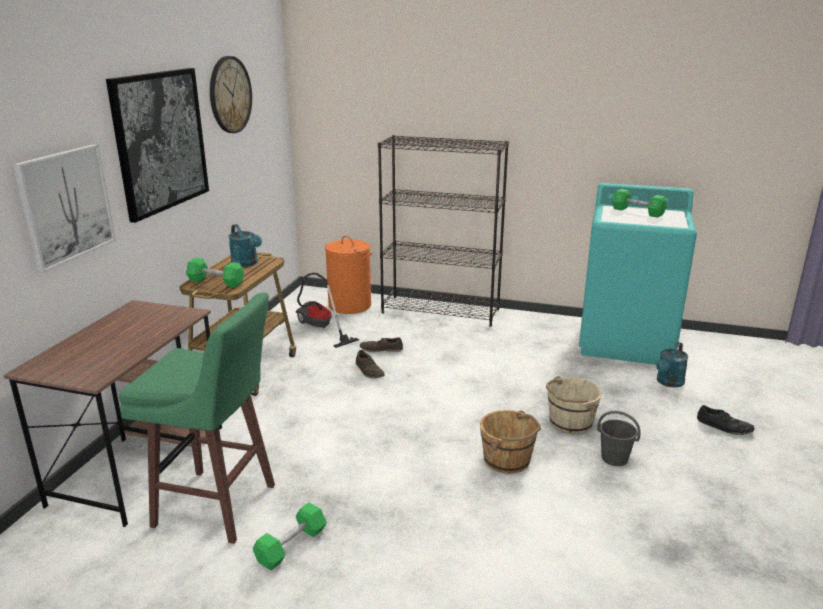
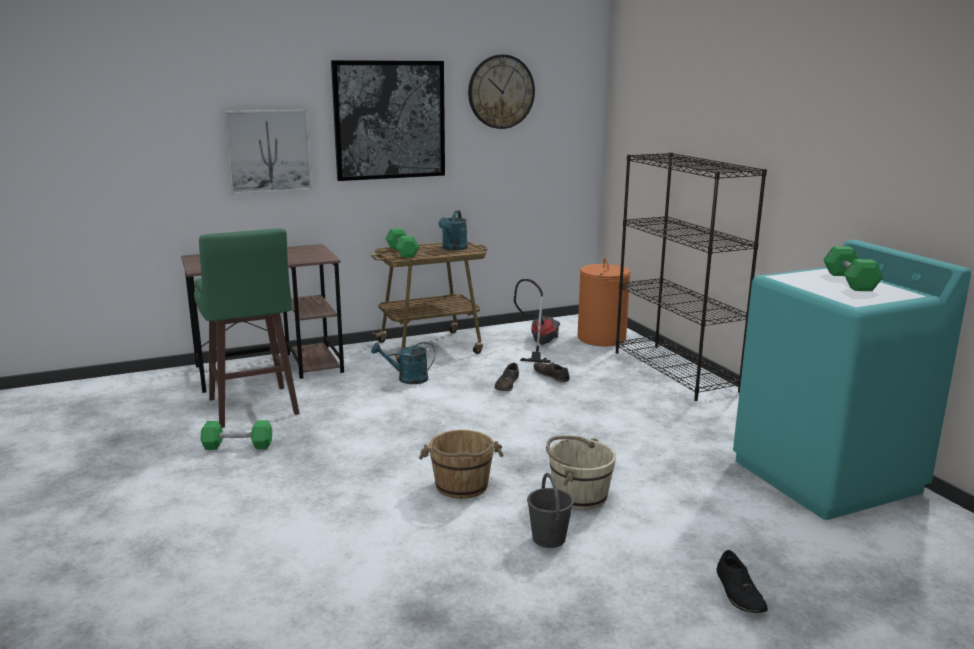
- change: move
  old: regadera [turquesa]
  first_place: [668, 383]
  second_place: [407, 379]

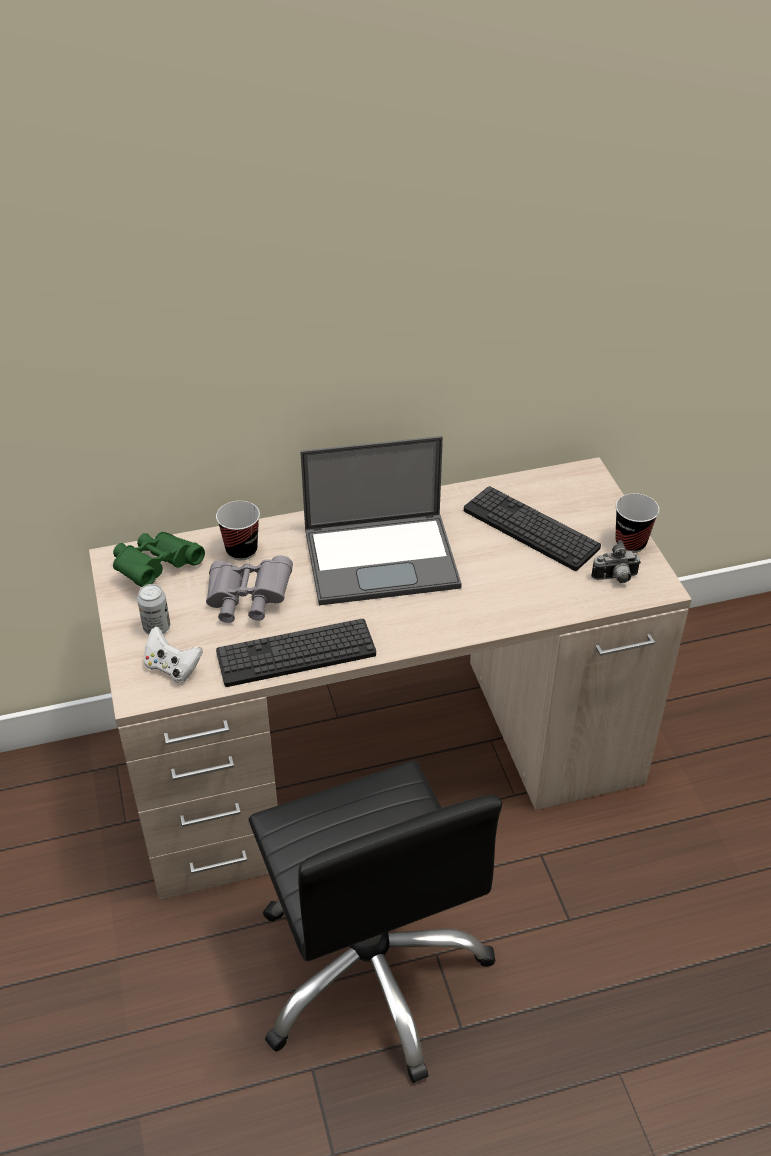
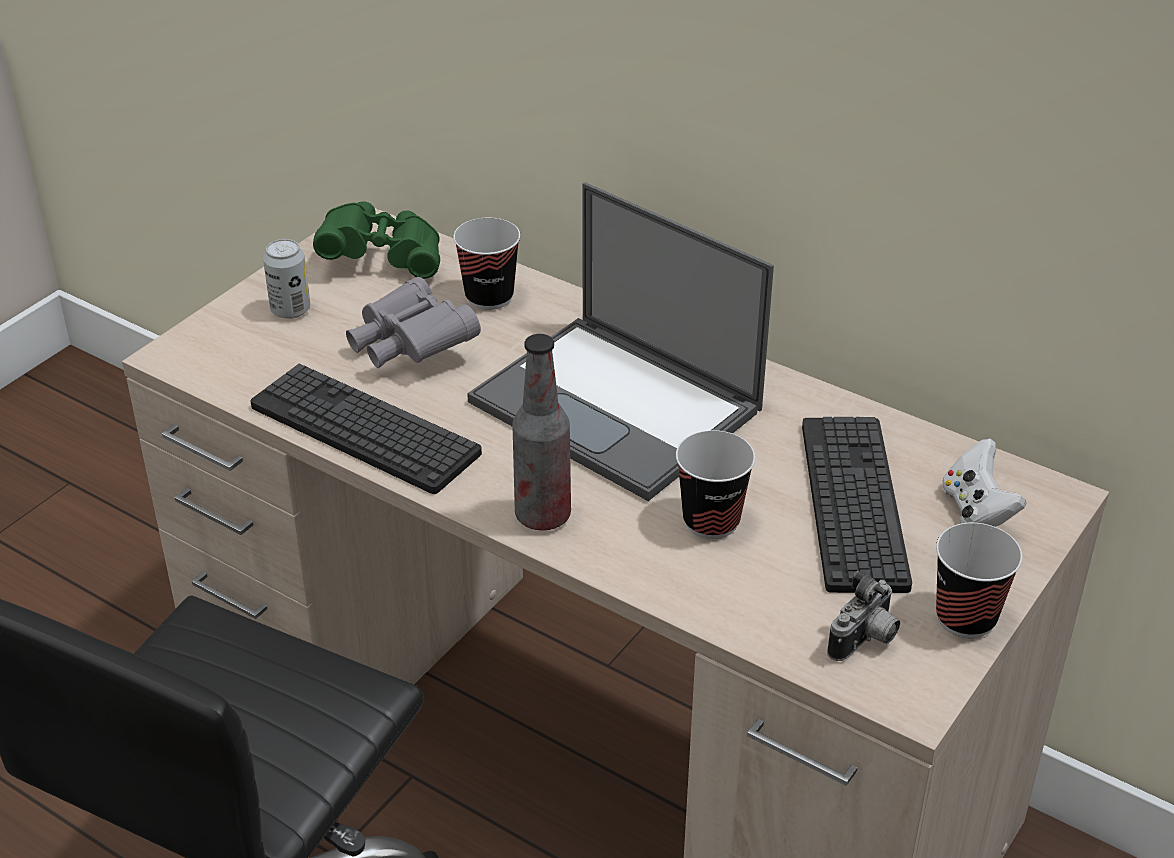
- change: insert
  new: botella
  second_place: [543, 516]
- change: insert
  new: taza
  second_place: [711, 521]
- change: move
  old: mando de consola [blanco]
  first_place: [172, 668]
  second_place: [976, 511]
- change: rotate
  old: cámara
  first_place: [615, 578]
  second_place: [865, 641]
  degrees: -90

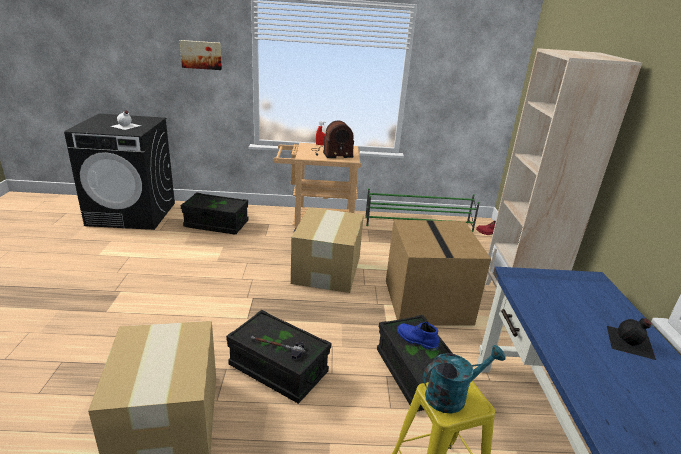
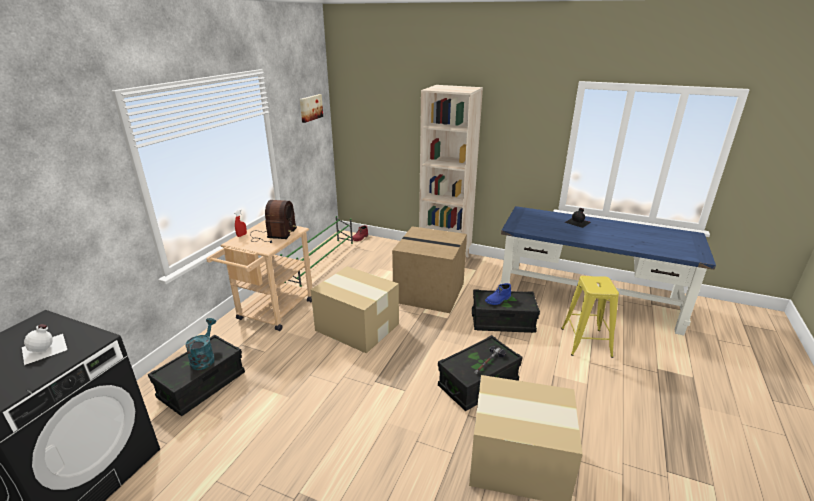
- change: move
  old: cuadro
  first_place: [201, 55]
  second_place: [310, 108]
- change: move
  old: regadera [turquesa]
  first_place: [452, 395]
  second_place: [204, 358]

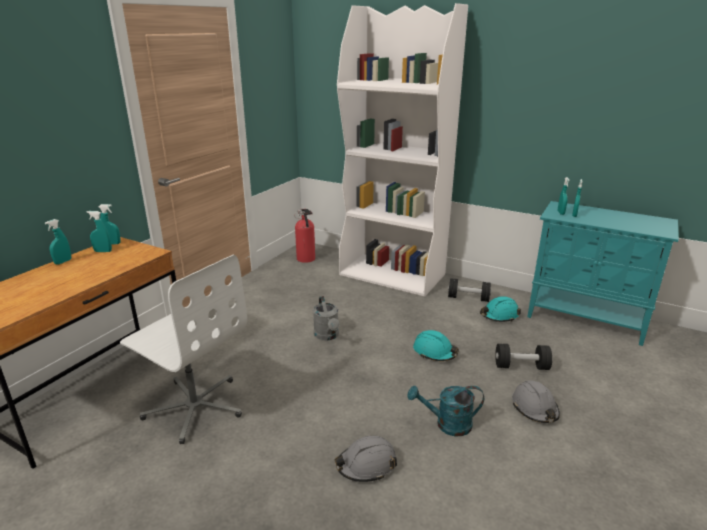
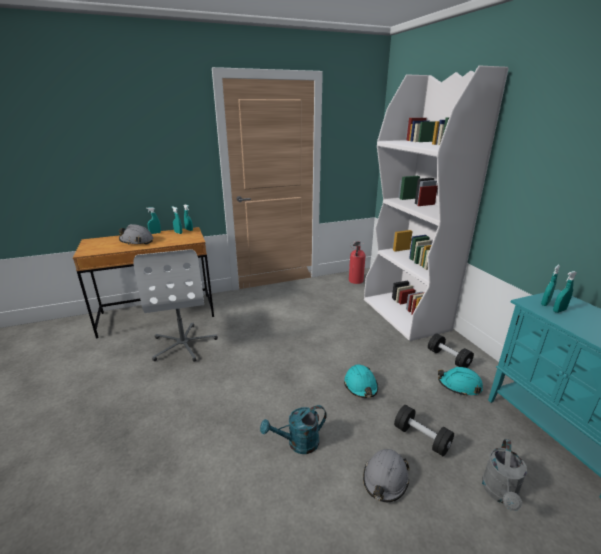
- change: move
  old: regadera [gris]
  first_place: [327, 336]
  second_place: [500, 493]
- change: move
  old: casco [gris]
  first_place: [366, 465]
  second_place: [136, 241]
- change: rotate
  old: regadera [turquesa]
  first_place: [447, 424]
  second_place: [298, 443]
  degrees: -60

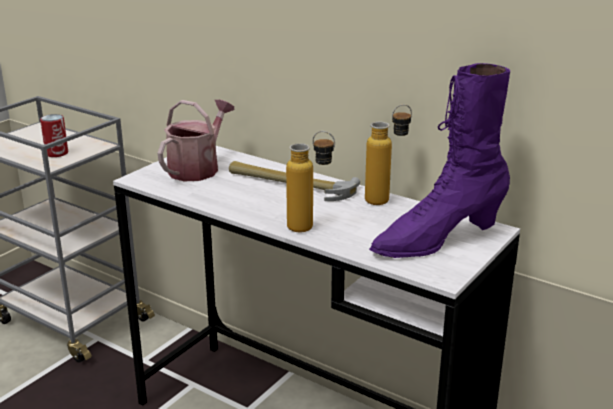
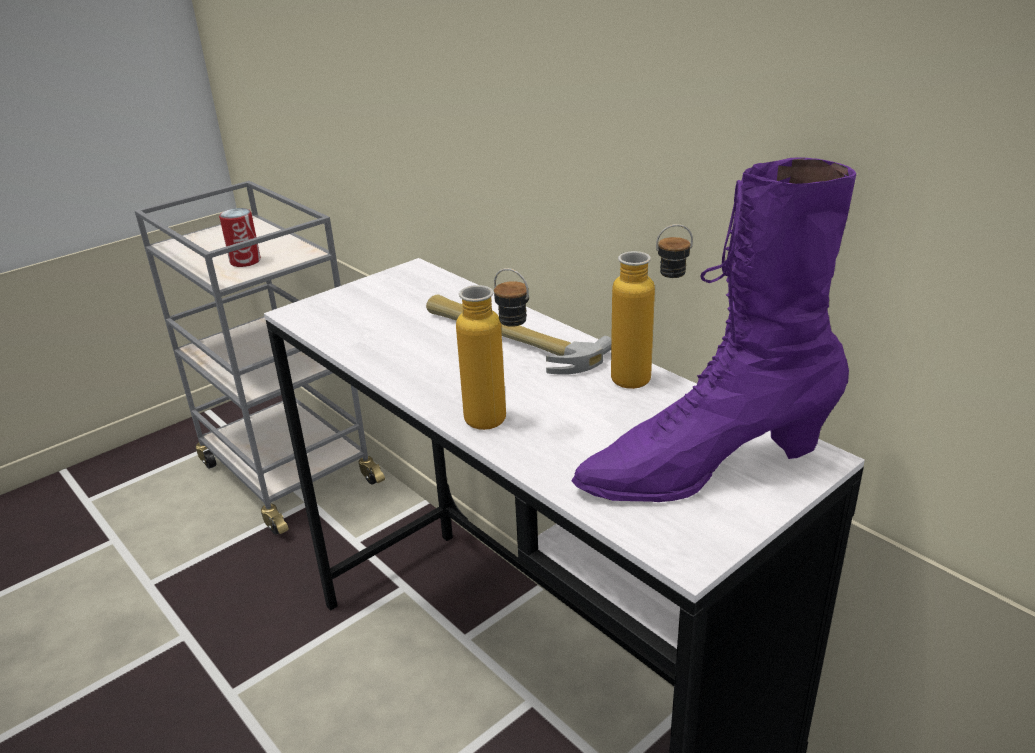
- change: delete
  old: regadera
  first_place: [197, 168]

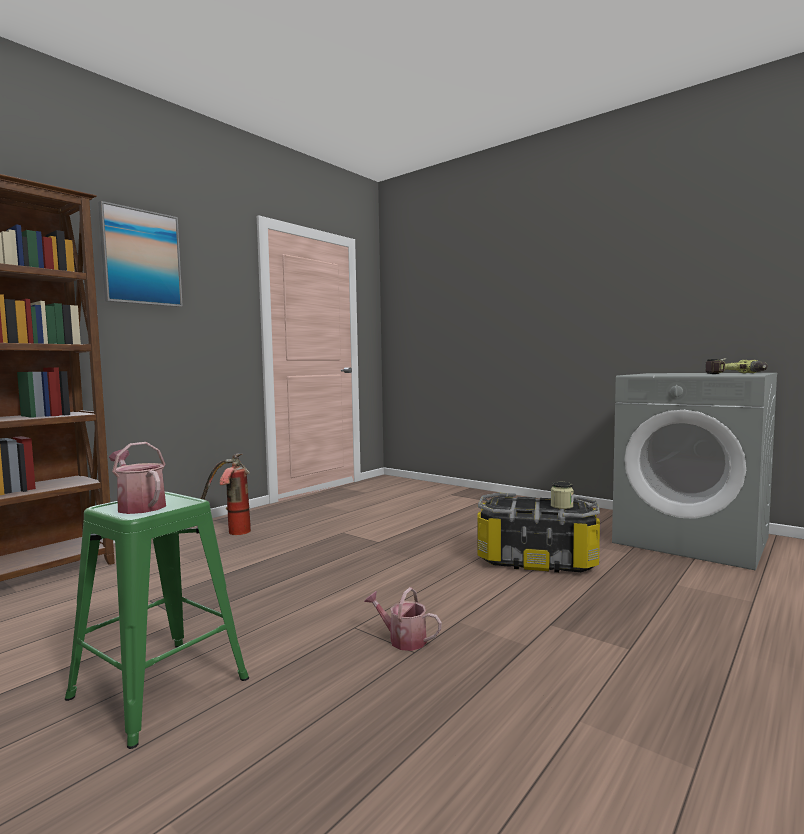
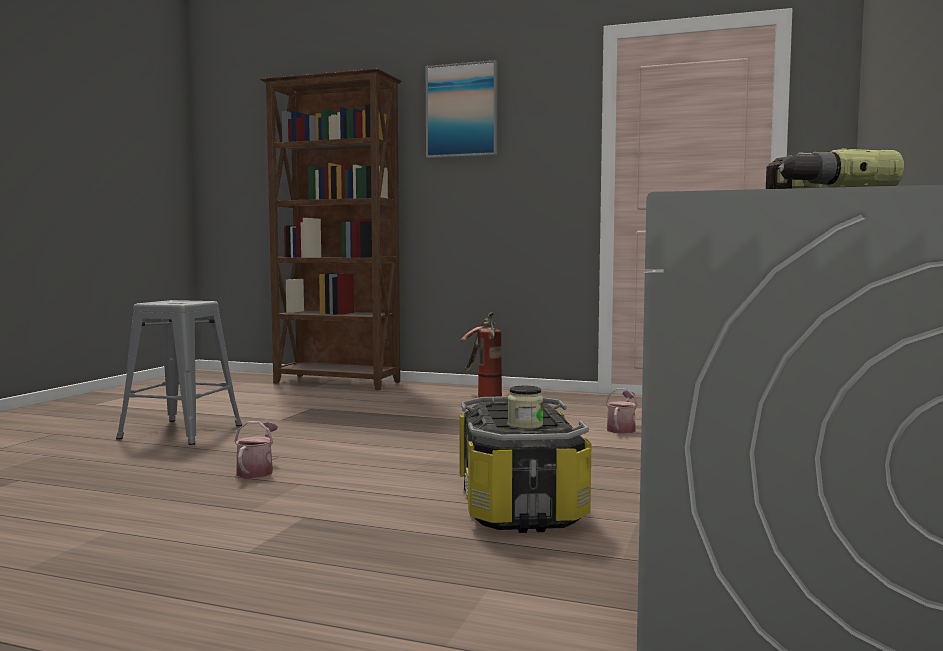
- change: move
  old: regadera
  first_place: [139, 506]
  second_place: [622, 429]
- change: recolor
  old: taburete [verde]
  new: taburete [gris]
  first_place: [160, 686]
  second_place: [183, 431]

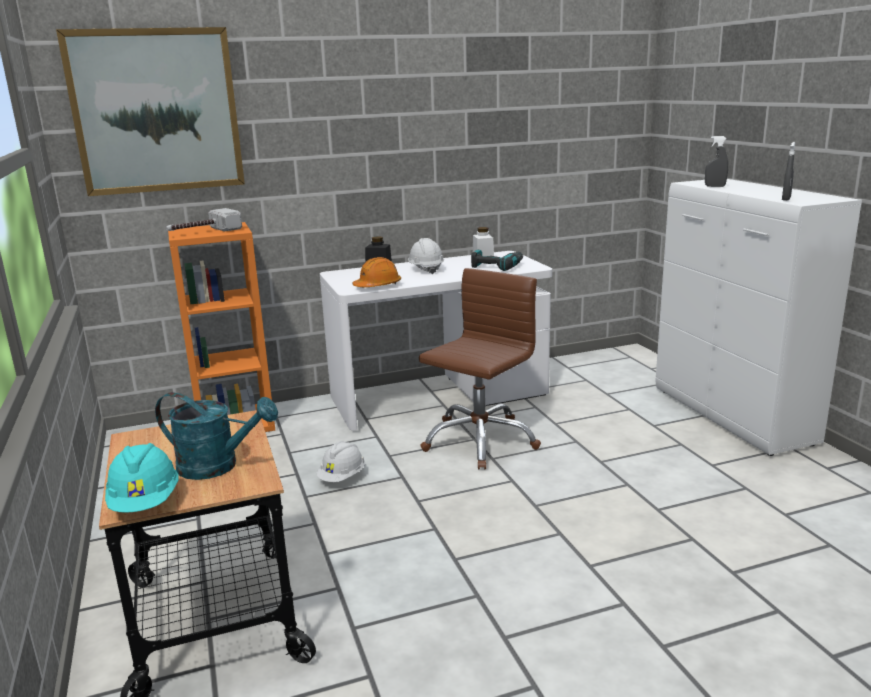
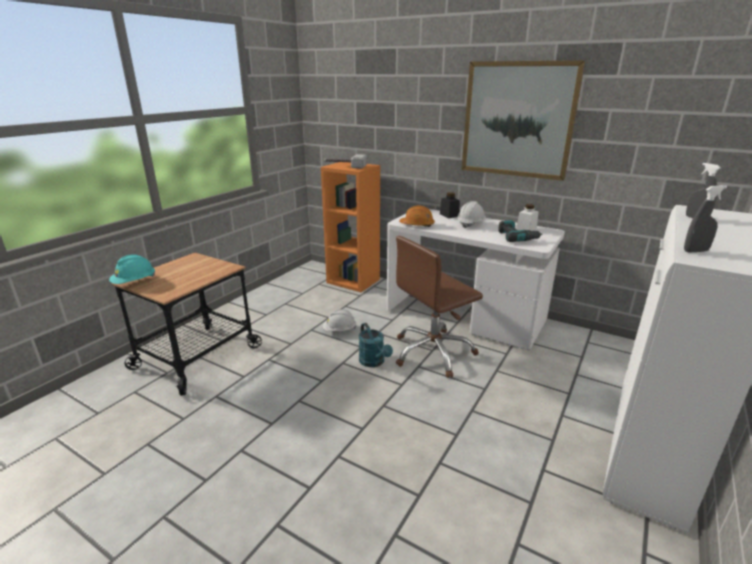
- change: move
  old: cuadro
  first_place: [156, 111]
  second_place: [517, 120]
- change: move
  old: regadera [turquesa]
  first_place: [218, 466]
  second_place: [374, 362]
- change: rotate
  old: silla de oficina [marrón]
  first_place: [479, 440]
  second_place: [433, 352]
  degrees: 150

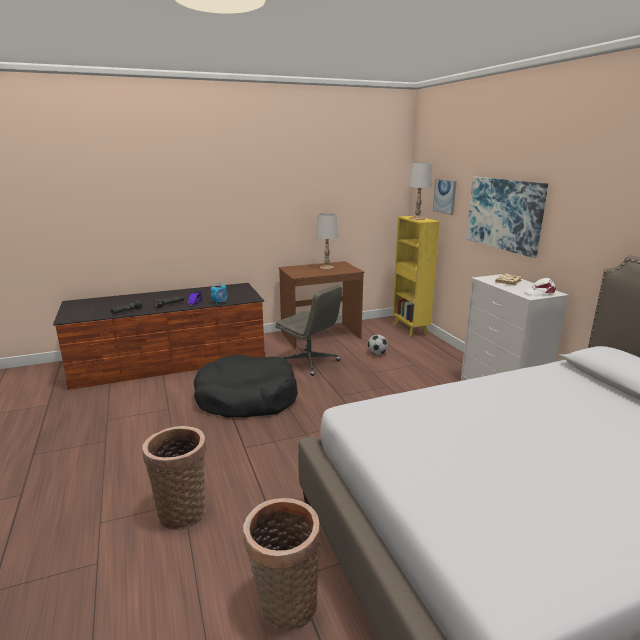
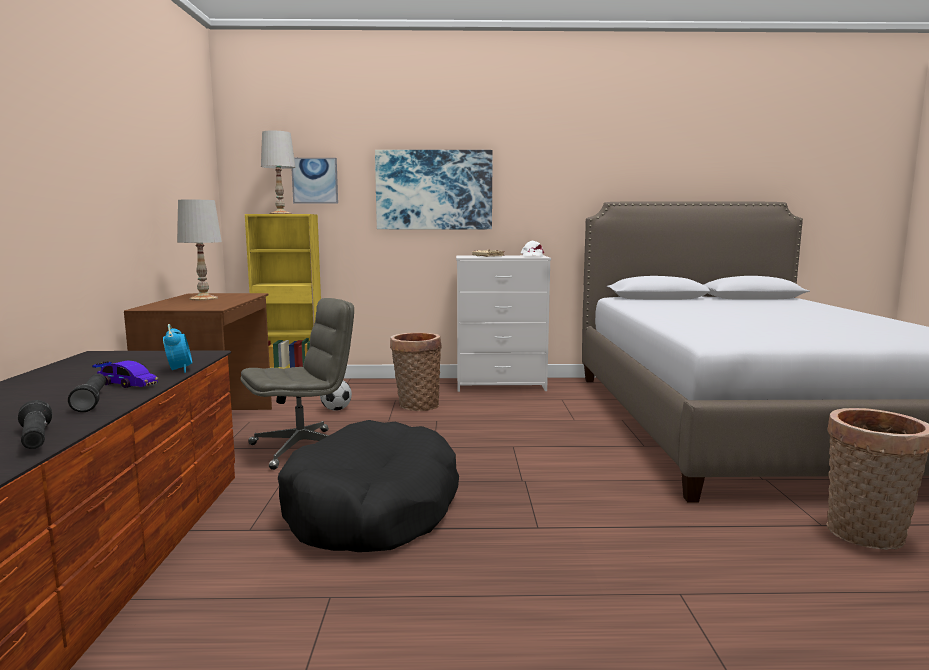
- change: move
  old: cesta
  first_place: [182, 510]
  second_place: [416, 405]

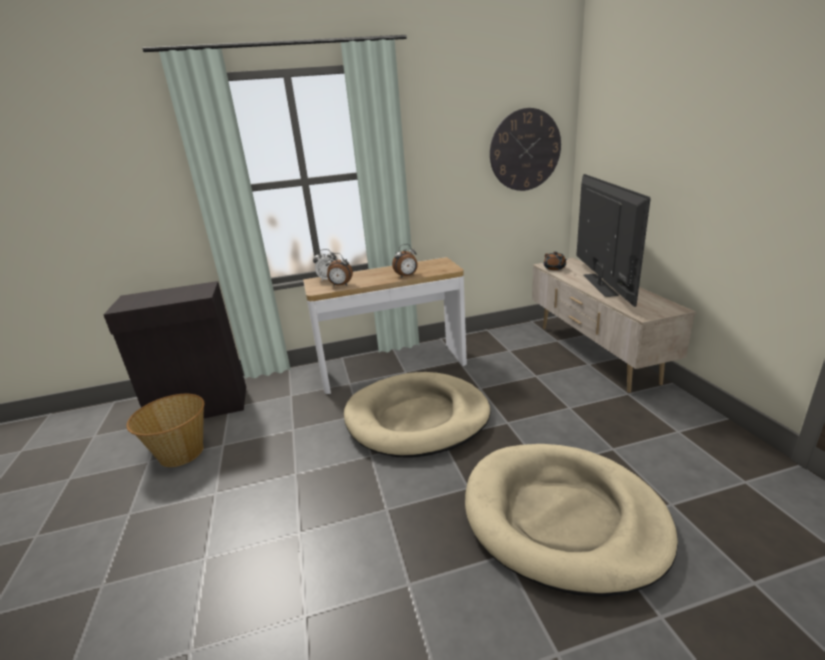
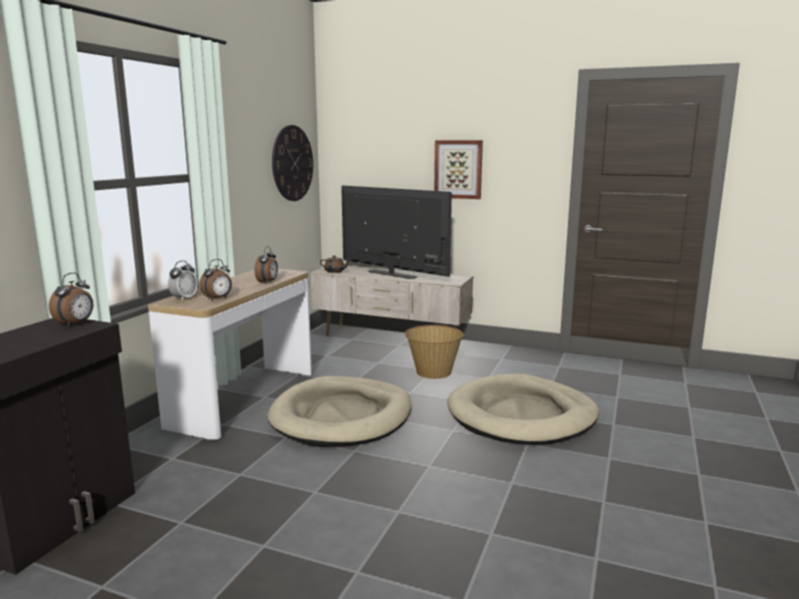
- change: insert
  new: despertador
  second_place: [76, 324]
- change: insert
  new: cuadro
  second_place: [458, 169]
- change: move
  old: cesta
  first_place: [180, 453]
  second_place: [433, 372]

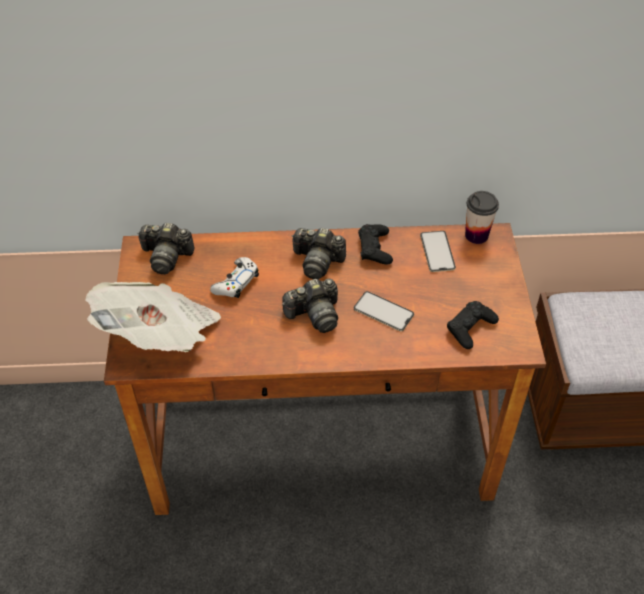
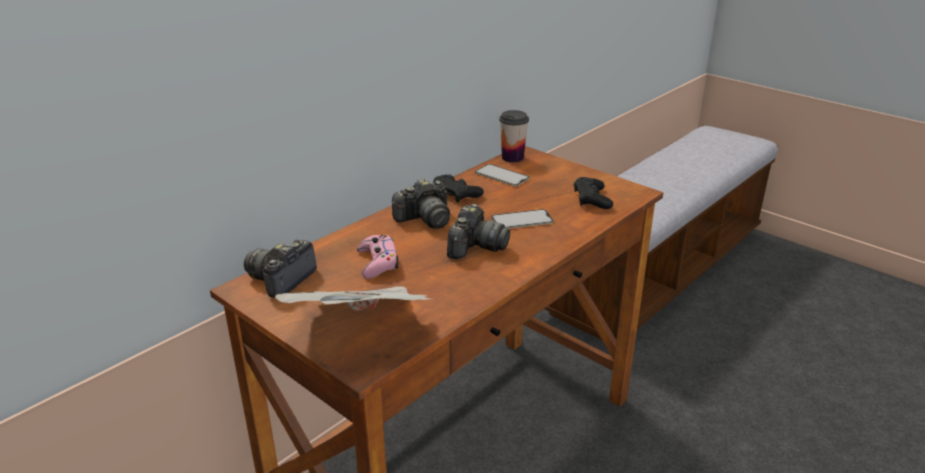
- change: recolor
  old: mando de consola [blanco]
  new: mando de consola [rosa]
  first_place: [236, 282]
  second_place: [378, 263]
- change: rotate
  old: cámara
  first_place: [166, 256]
  second_place: [282, 280]
  degrees: 150

